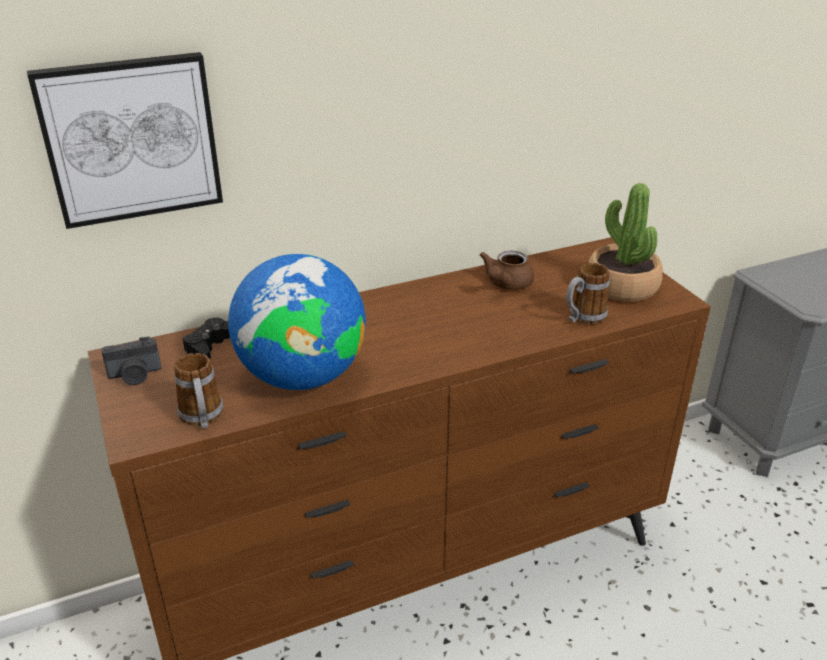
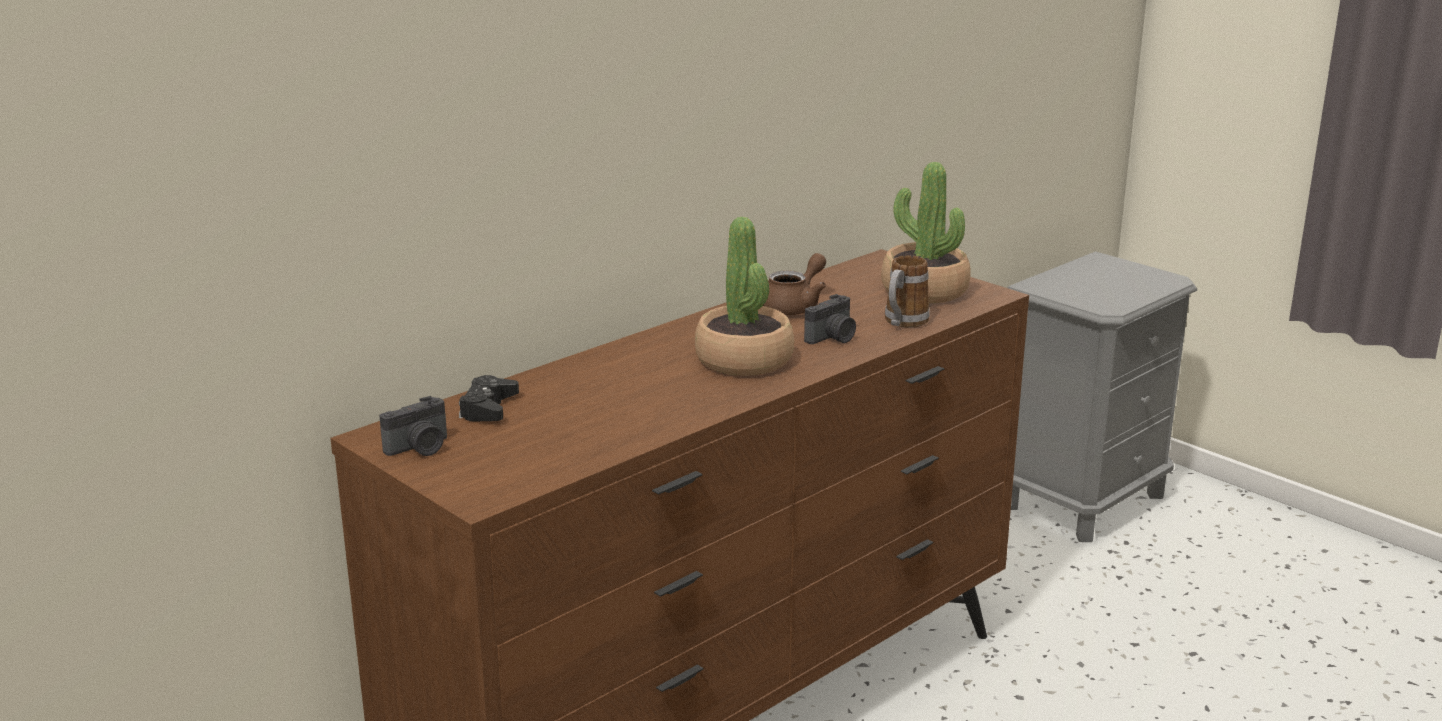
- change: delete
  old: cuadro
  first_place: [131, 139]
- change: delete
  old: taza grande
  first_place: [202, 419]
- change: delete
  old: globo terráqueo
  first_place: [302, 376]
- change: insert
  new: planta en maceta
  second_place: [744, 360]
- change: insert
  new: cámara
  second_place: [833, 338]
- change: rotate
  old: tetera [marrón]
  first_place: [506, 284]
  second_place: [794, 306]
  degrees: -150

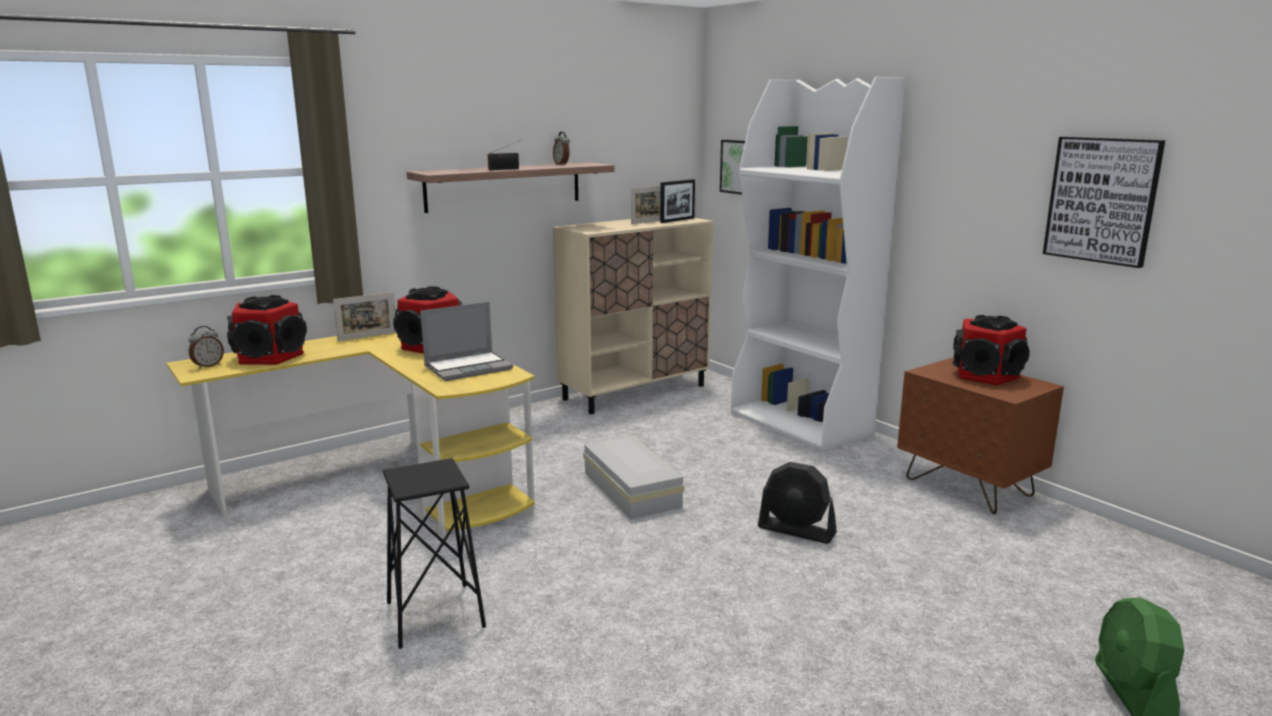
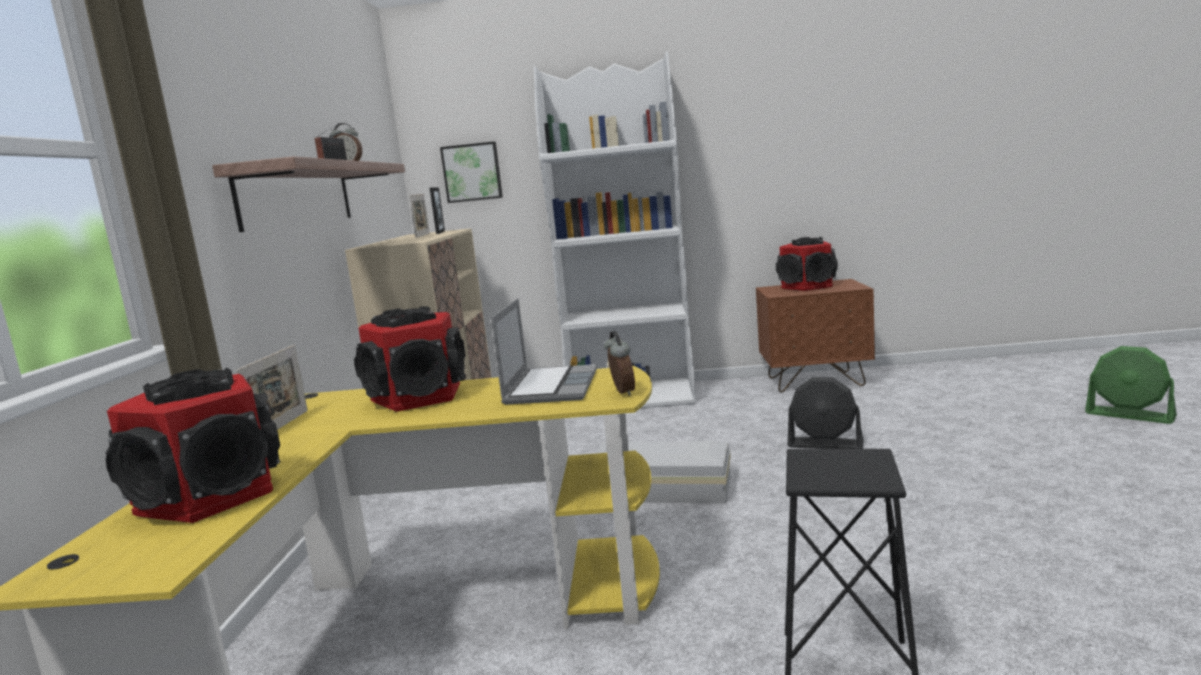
- change: delete
  old: cuadro
  first_place: [1102, 200]
- change: move
  old: despertador
  first_place: [208, 366]
  second_place: [621, 392]
- change: rotate
  old: ventilador [negro]
  first_place: [797, 530]
  second_place: [825, 444]
  degrees: 45

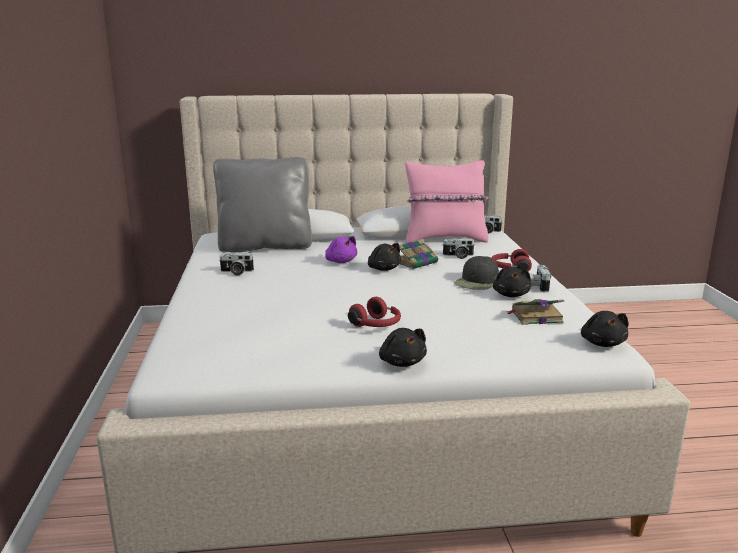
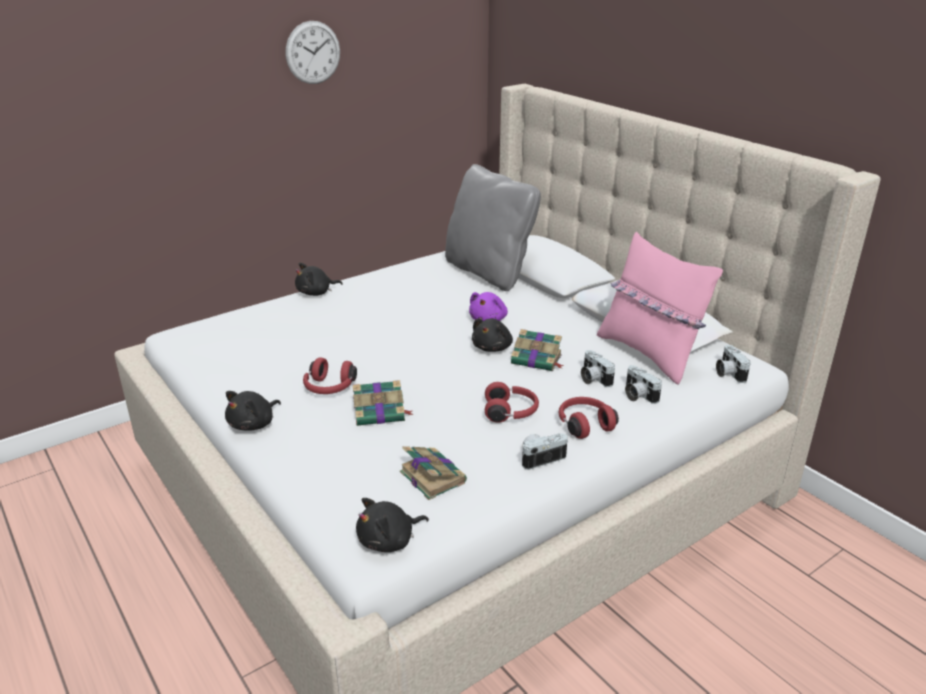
- change: insert
  new: reloj de pared
  second_place: [313, 52]
- change: insert
  new: libro
  second_place: [380, 413]
- change: move
  old: cámara
  first_place: [236, 272]
  second_place: [637, 395]
- change: move
  old: peluche [negro]
  first_place: [511, 295]
  second_place: [316, 293]
- change: replace
  old: gorra [negro]
  new: auriculares [rojo]
  first_place: [477, 282]
  second_place: [511, 412]

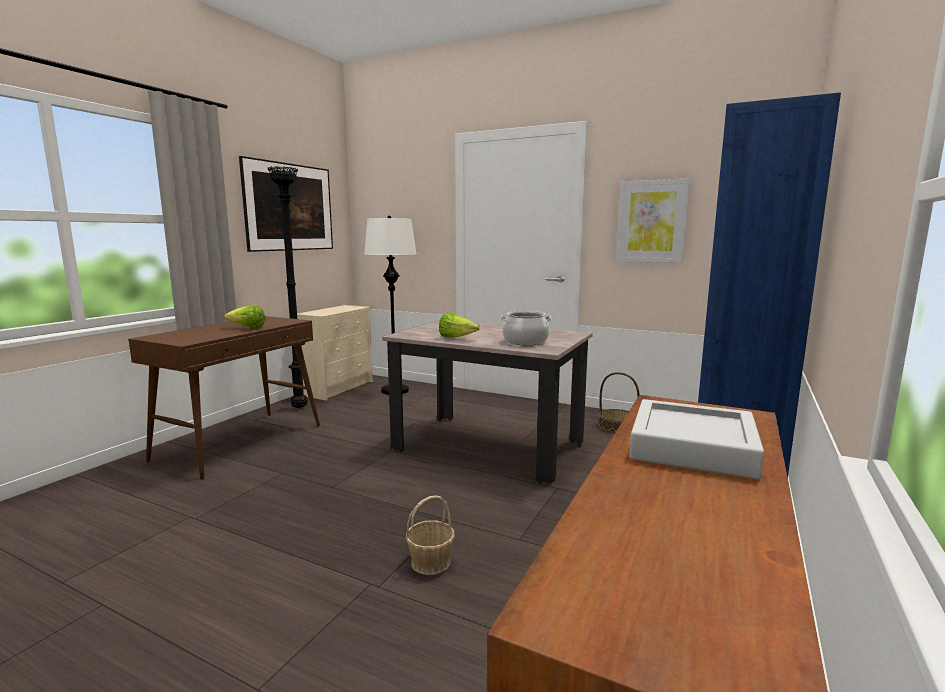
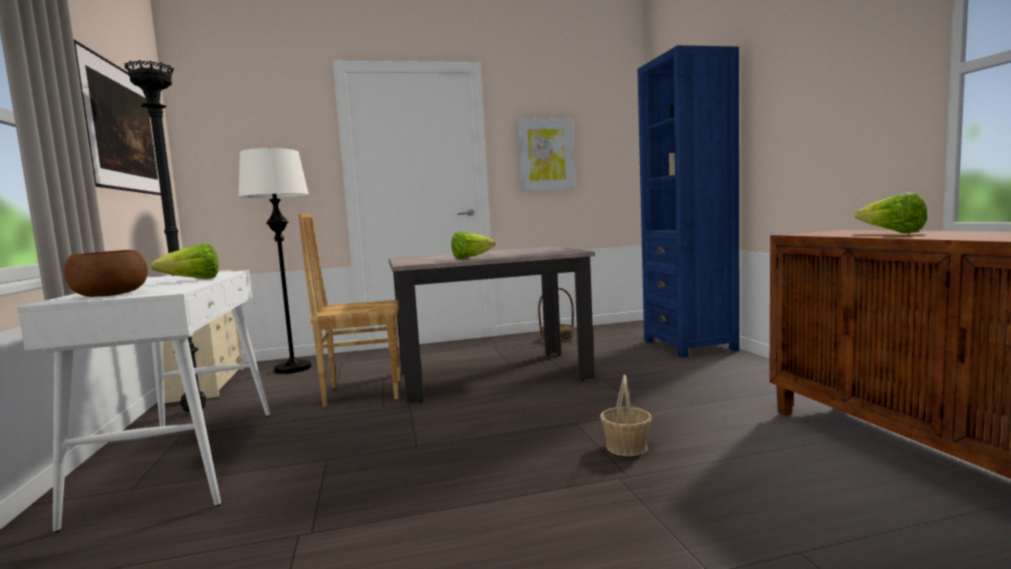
- change: delete
  old: olla
  first_place: [525, 341]
- change: insert
  new: cuenco [marrón]
  second_place: [109, 295]
- change: insert
  new: silla [marrón]
  second_place: [363, 392]
- change: replace
  old: bandeja [gris]
  new: lechuga
  first_place: [692, 447]
  second_place: [891, 233]
- change: recolor
  old: mesa consola [marrón]
  new: mesa consola [blanco]
  first_place: [241, 442]
  second_place: [185, 460]

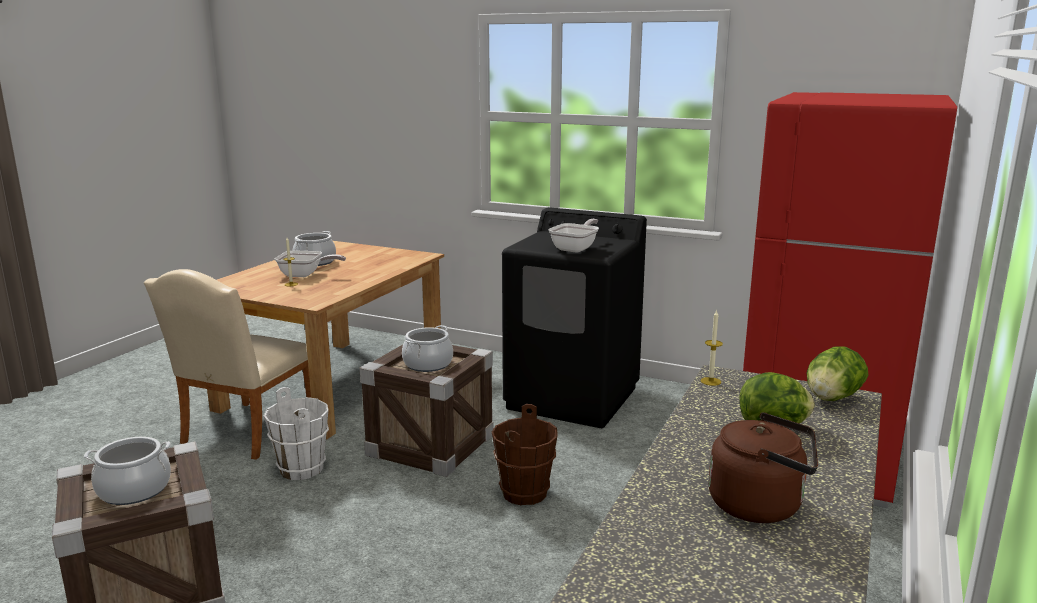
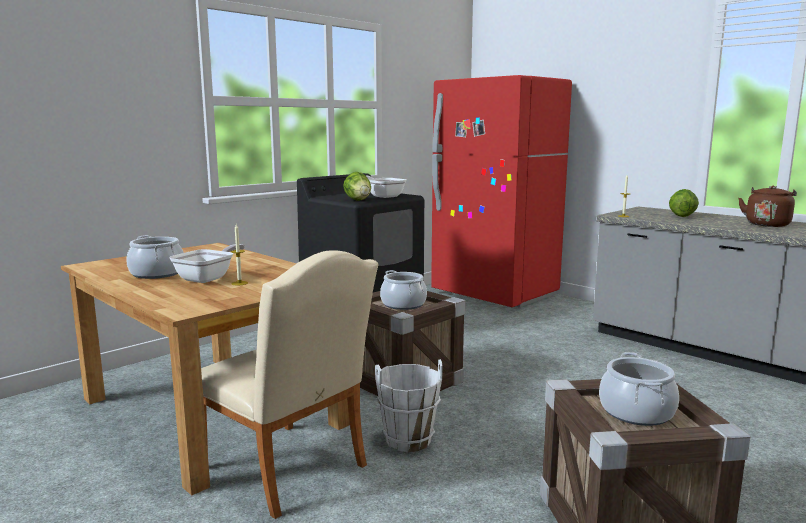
- change: delete
  old: cubo [marrón]
  first_place: [525, 493]
- change: move
  old: lechuga
  first_place: [832, 398]
  second_place: [358, 200]

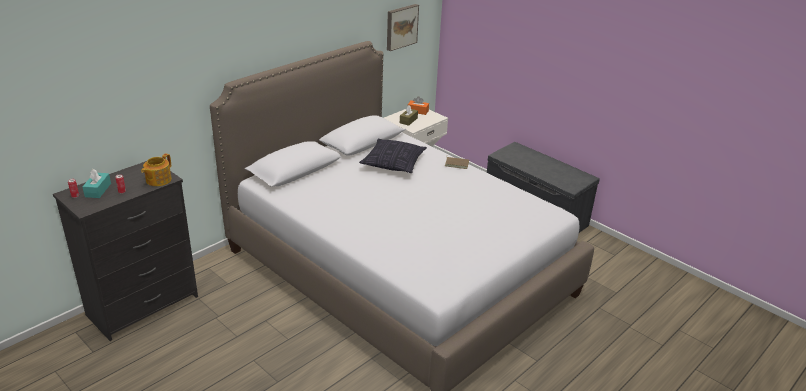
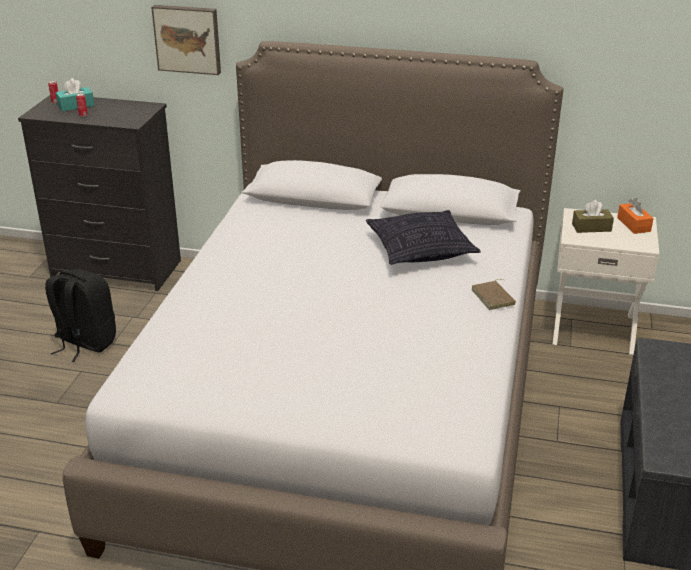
- change: delete
  old: tetera
  first_place: [158, 180]
- change: insert
  new: mochila [negro]
  second_place: [84, 343]
- change: move
  old: cuadro
  first_place: [401, 26]
  second_place: [188, 39]

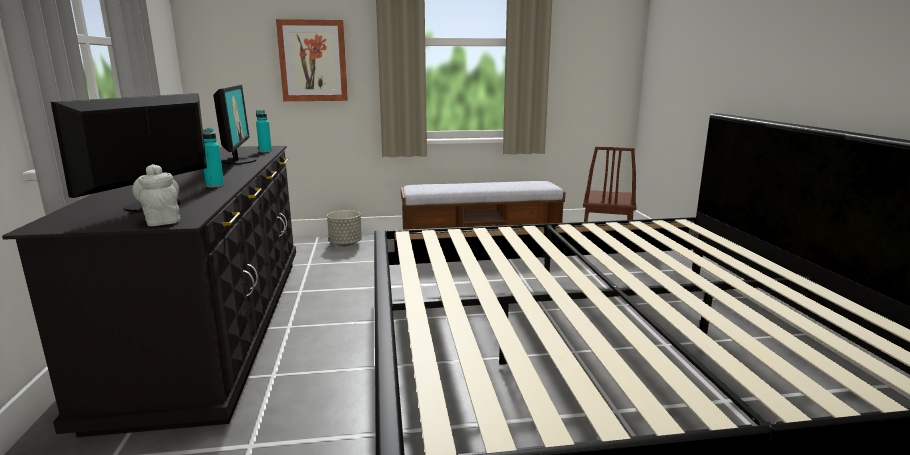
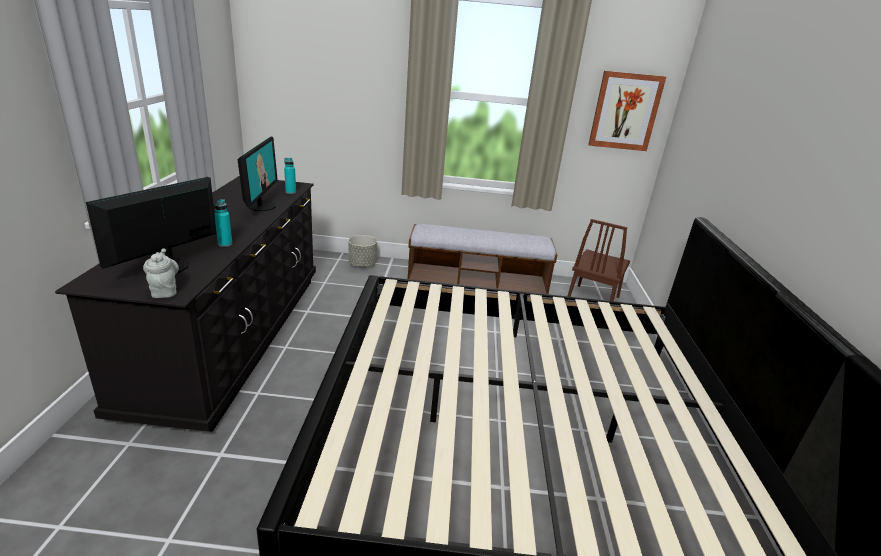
- change: move
  old: cuadro
  first_place: [313, 61]
  second_place: [625, 111]

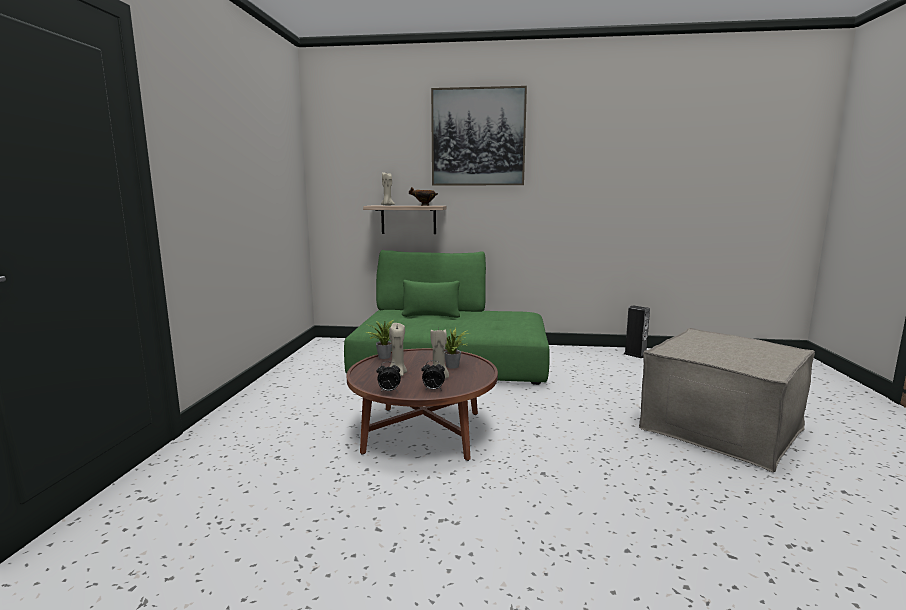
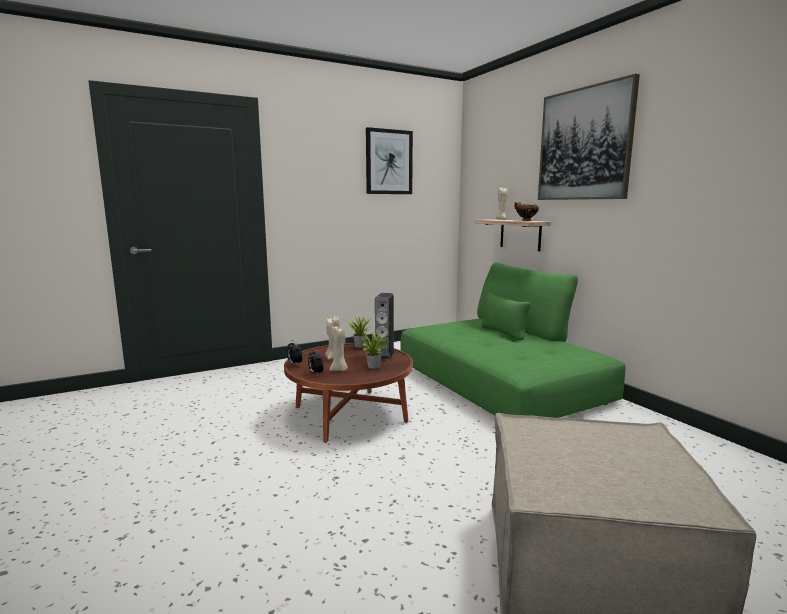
- change: insert
  new: cuadro
  second_place: [389, 162]
- change: move
  old: altavoz
  first_place: [635, 354]
  second_place: [384, 355]

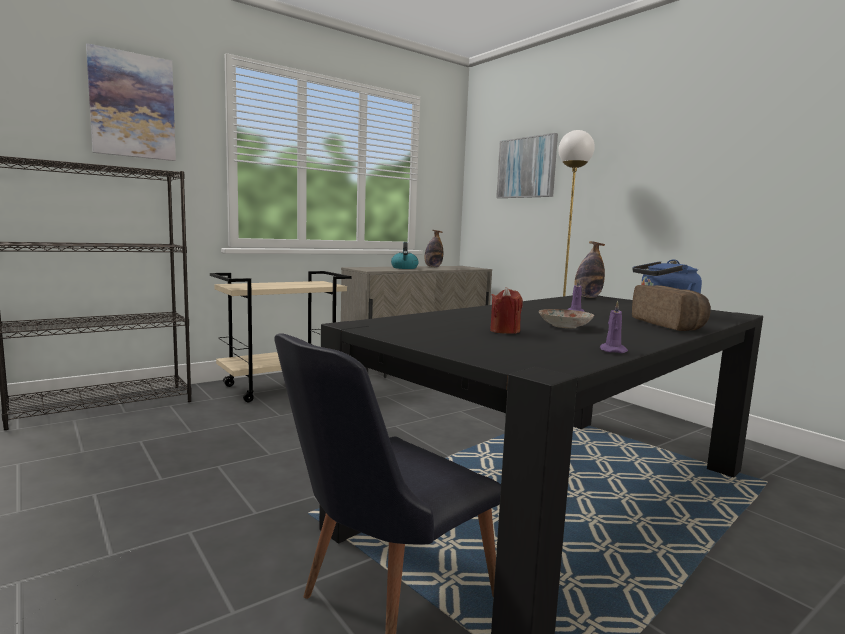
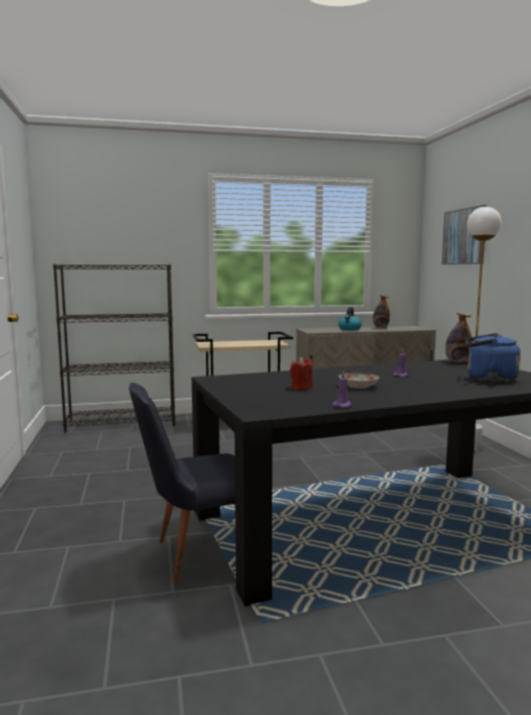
- change: delete
  old: cuadro
  first_place: [132, 106]
- change: delete
  old: pan
  first_place: [670, 325]

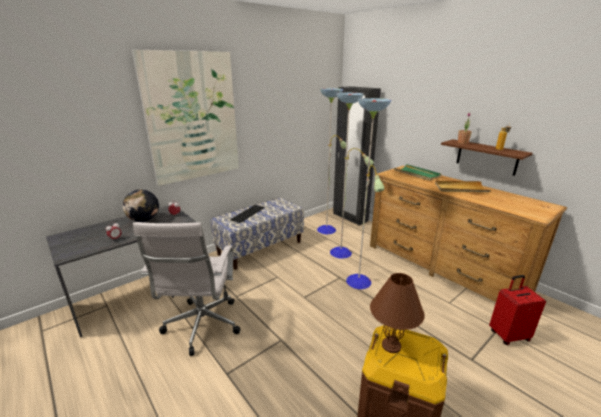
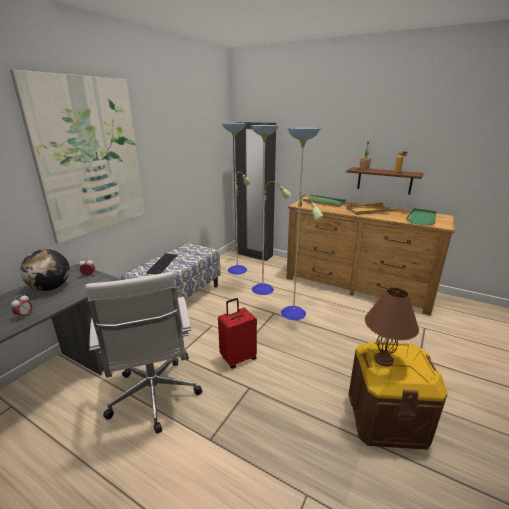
- change: insert
  new: bandeja [verde]
  second_place: [422, 218]
- change: move
  old: maleta [rojo]
  first_place: [508, 335]
  second_place: [238, 358]

